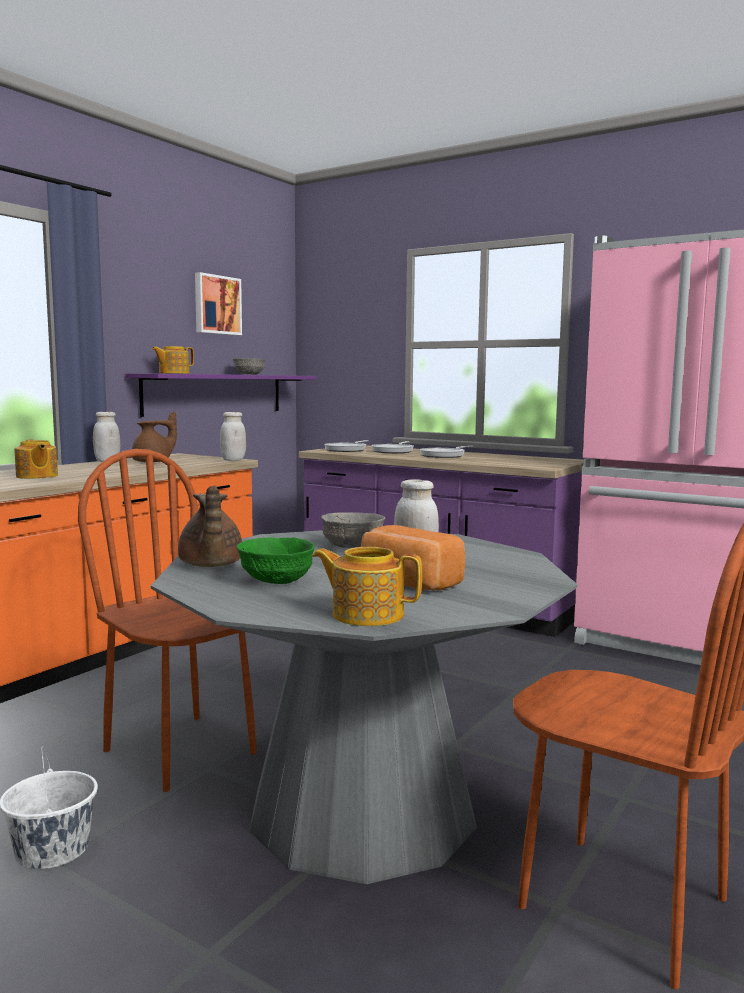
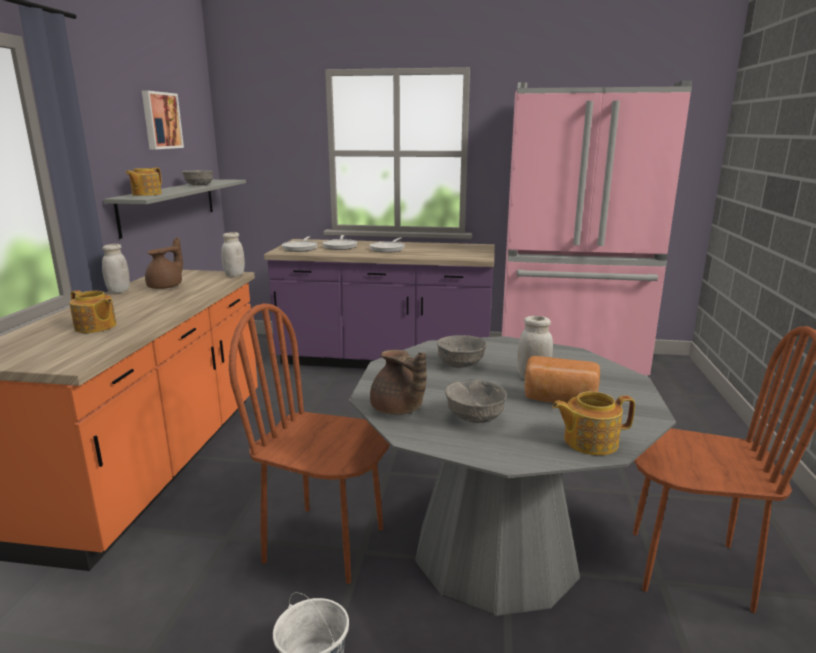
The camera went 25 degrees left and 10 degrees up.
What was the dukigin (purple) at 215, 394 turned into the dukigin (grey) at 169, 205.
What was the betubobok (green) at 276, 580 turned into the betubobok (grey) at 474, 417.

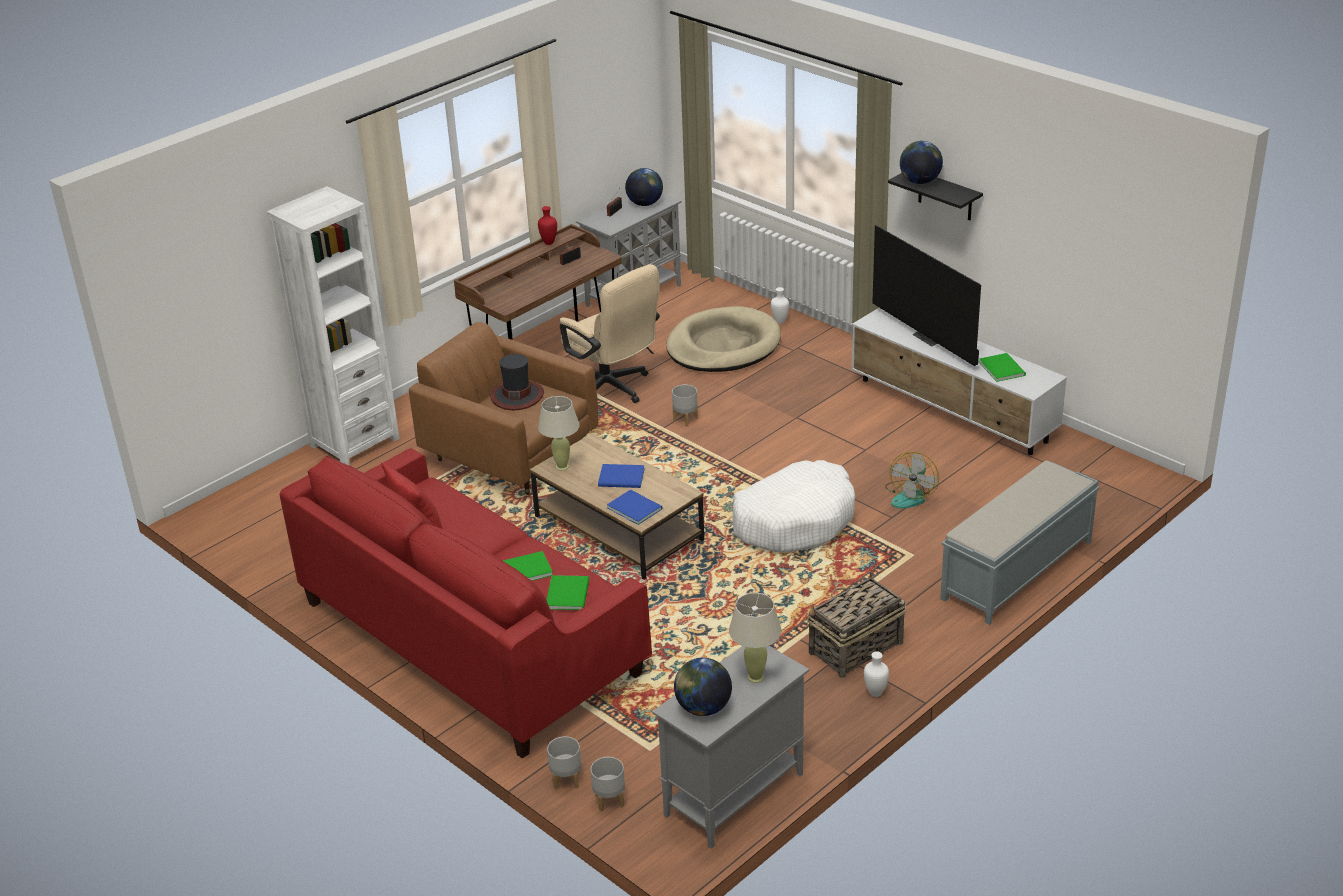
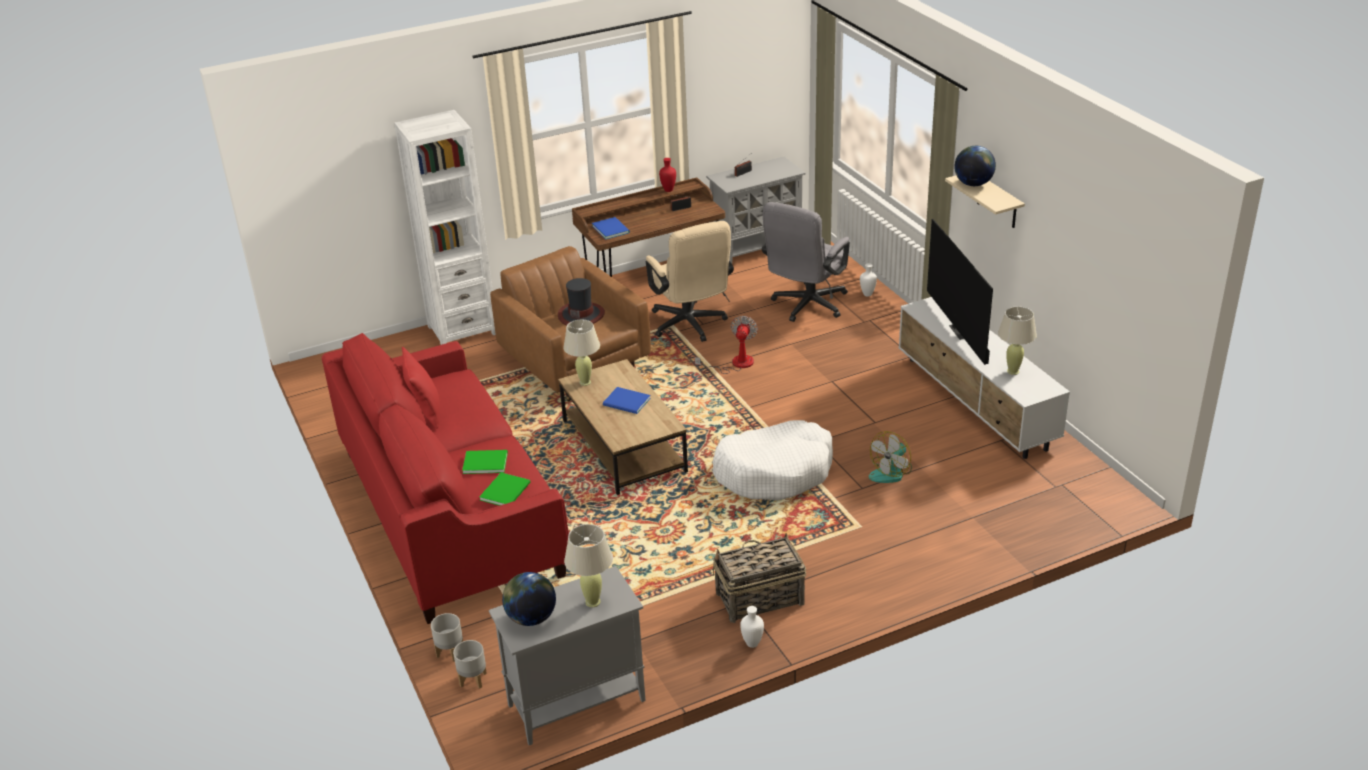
The camera went 20 degrees right and 0 degrees up.
The second view lost the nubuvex at 644, 203.
The second view lost the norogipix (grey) at 1016, 571.
The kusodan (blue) ended up elsewhere, having gone from 634, 507 to 611, 228.
Where the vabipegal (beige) stood at 723, 346, the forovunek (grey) came to stand at 806, 306.
Where the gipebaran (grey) stood at 685, 420, the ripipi came to stand at 735, 364.
Where the kusodan (green) stood at 1002, 368, the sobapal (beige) came to stand at 1013, 371.
What was the dukigin (black) at 945, 195 turned into the dukigin (beige) at 997, 201.

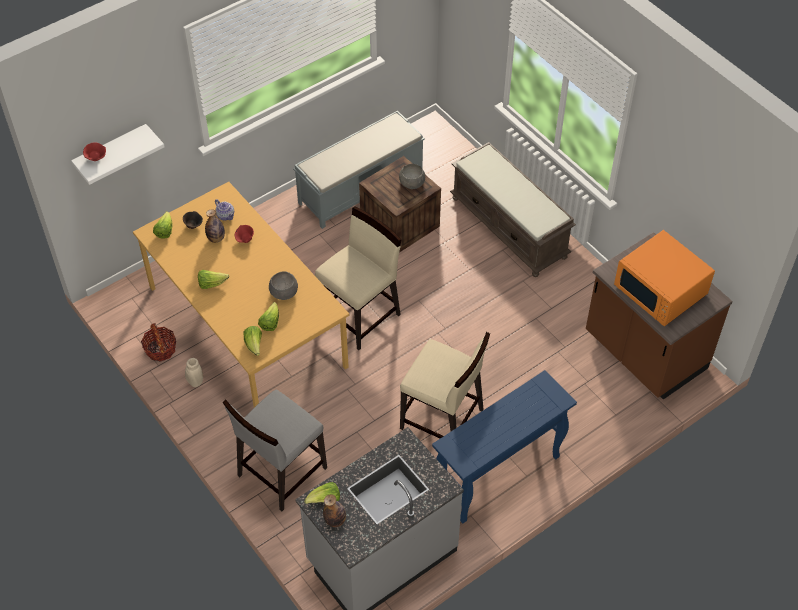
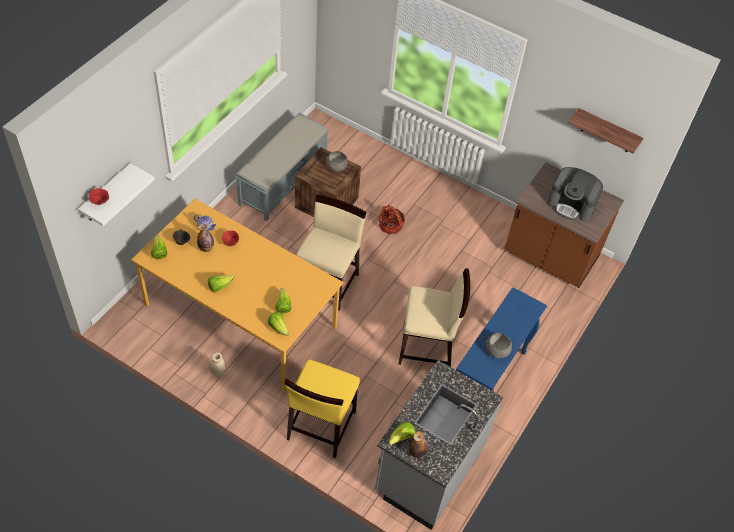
The camera went 25 degrees left and 0 degrees up.
The second view lost the norogipix (brown) at 510, 227.
The second view gained the dukigin at 607, 131.
The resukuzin ended up elsewhere, having gone from 160, 349 to 390, 225.
The betubobok (grey) ended up elsewhere, having gone from 283, 292 to 496, 350.
Where the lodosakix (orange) stood at 661, 291, the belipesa came to stand at 571, 205.
What was the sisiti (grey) at 281, 472 turned into the sisiti (yellow) at 320, 426.

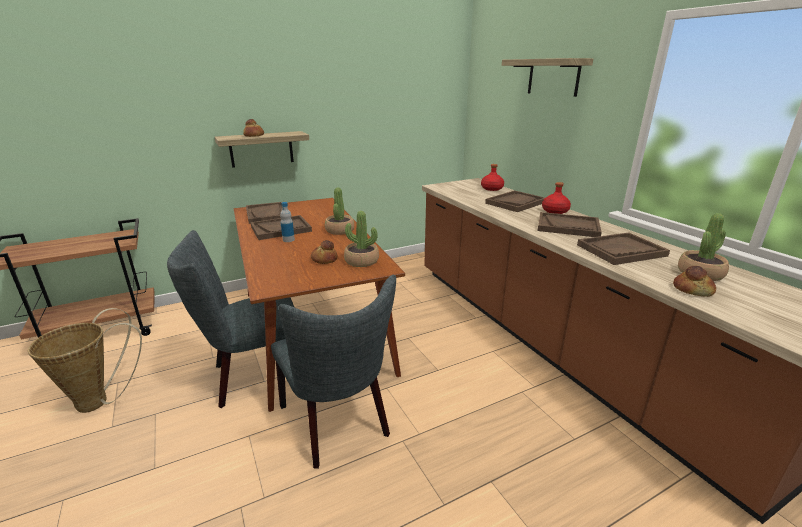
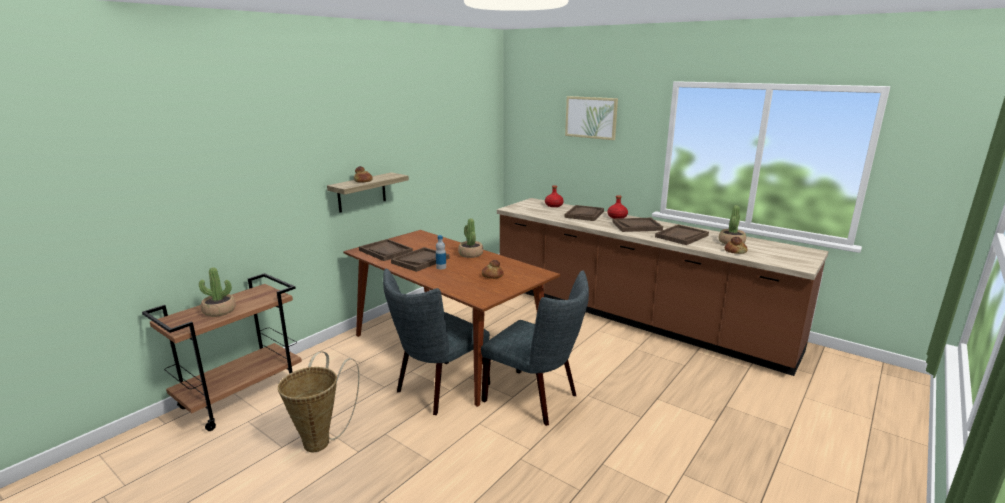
The camera went 25 degrees left and 5 degrees down.
The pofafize ended up elsewhere, having gone from 361, 261 to 219, 311.
Where the dukigin hung at 553, 77, the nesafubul came to hang at 591, 117.

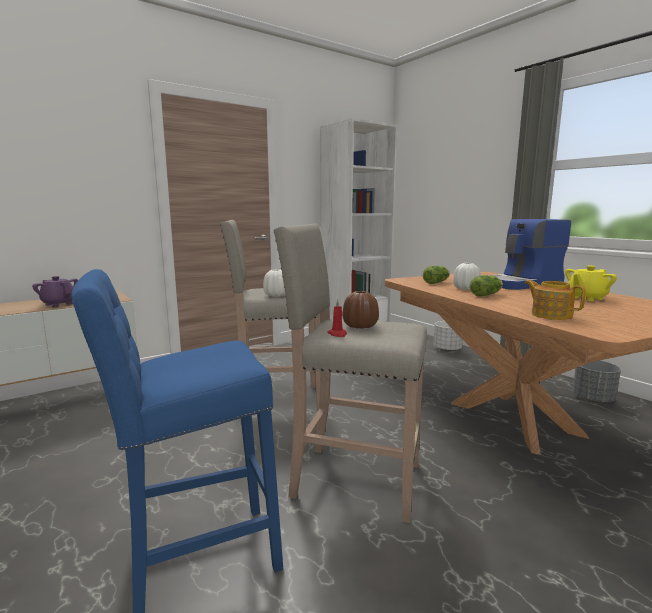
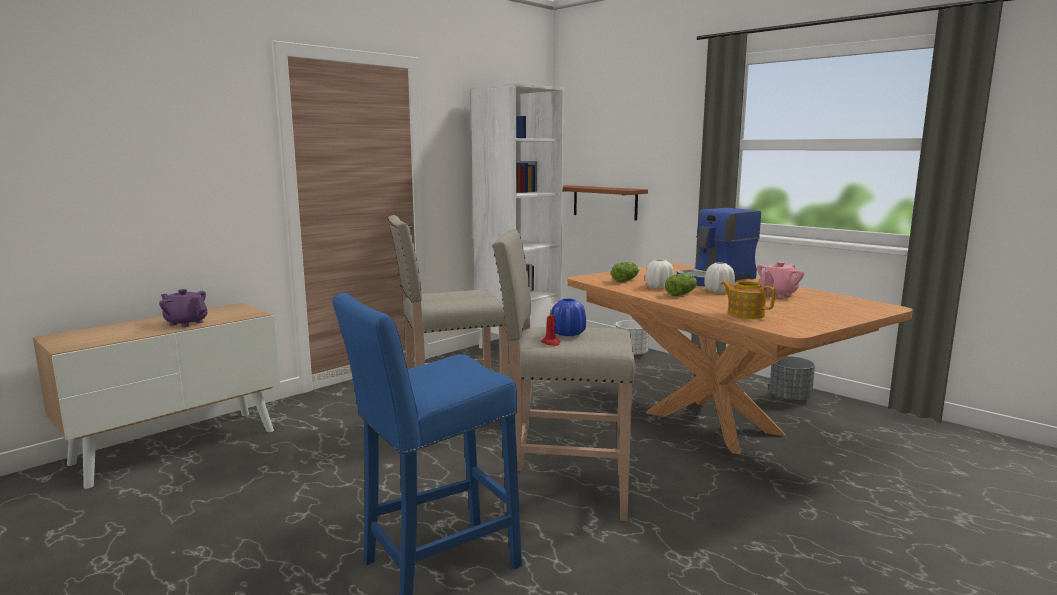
The camera went 10 degrees left and 0 degrees up.
The second view gained the dukigin (brown) at 605, 202.
The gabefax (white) ended up elsewhere, having gone from 276, 295 to 718, 291.
What was the gabefax (brown) at 360, 326 turned into the gabefax (blue) at 568, 333.
What was the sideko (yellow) at 586, 298 turned into the sideko (pink) at 777, 294.

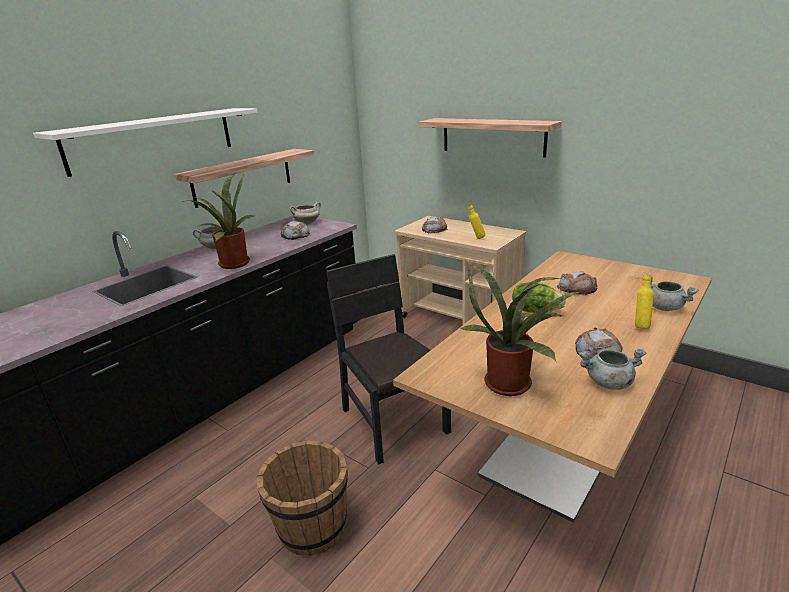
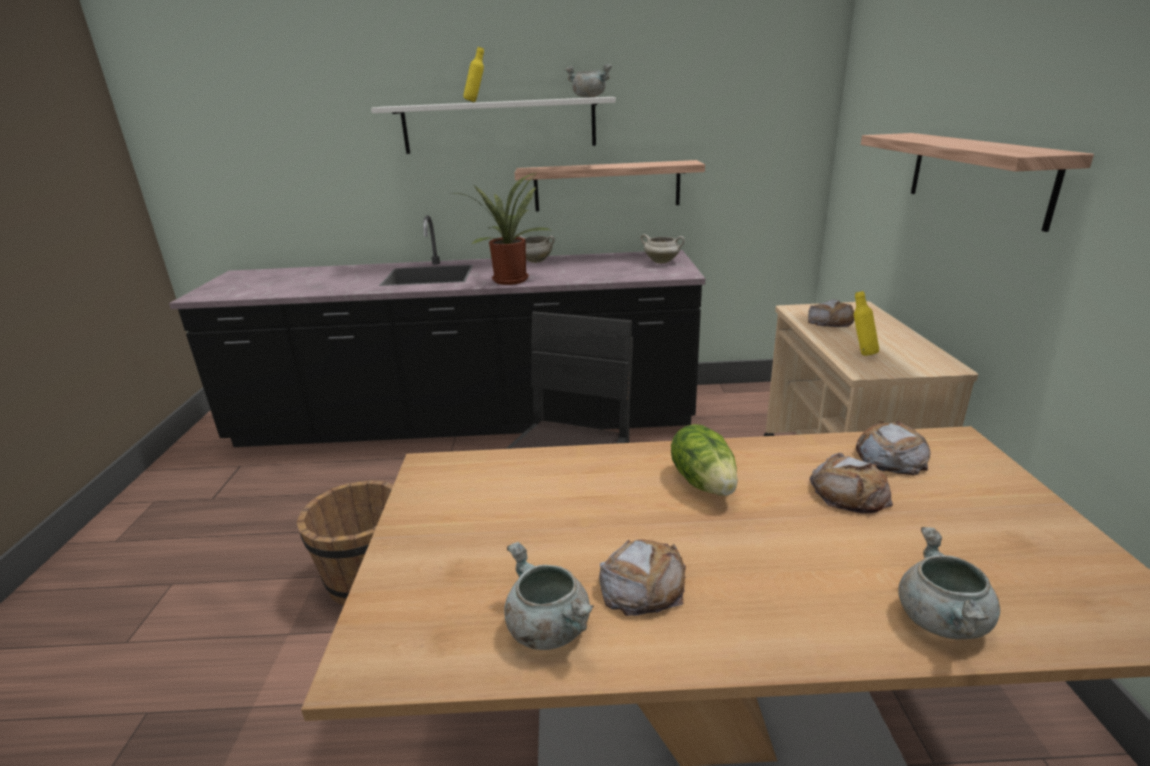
The camera went 50 degrees right and 0 degrees up.
The second view lost the pofafize at 511, 382.
The second view gained the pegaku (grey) at 589, 97.
The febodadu ended up elsewhere, having gone from 295, 235 to 890, 456.
The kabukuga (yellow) ended up elsewhere, having gone from 640, 326 to 476, 102.

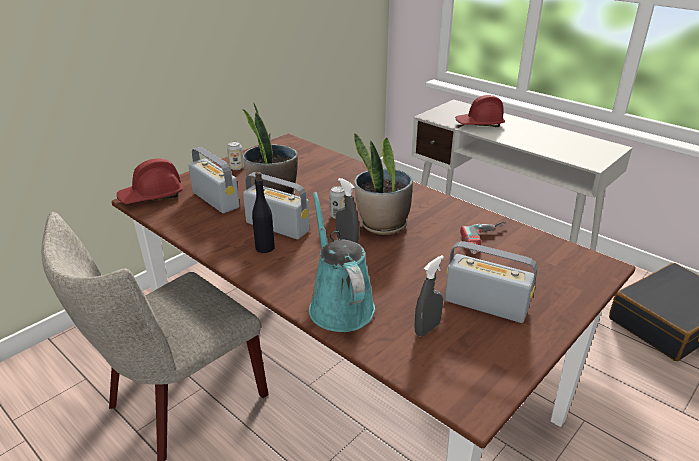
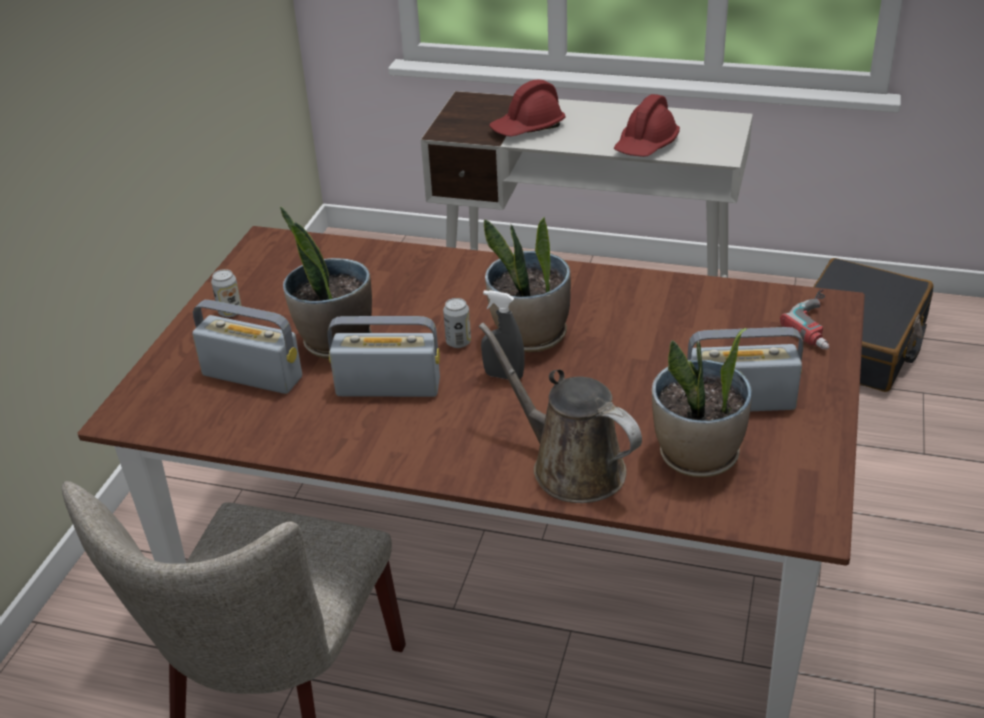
The camera went 25 degrees left and 5 degrees up.
The second view lost the kabukuga (black) at 265, 247.
The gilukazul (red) ended up elsewhere, having gone from 152, 196 to 646, 145.
The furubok ended up elsewhere, having gone from 488, 241 to 822, 325.
Where the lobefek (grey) stood at 427, 329, the pofafize came to stand at 697, 456.
What was the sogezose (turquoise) at 339, 305 turned into the sogezose (brown) at 570, 466.

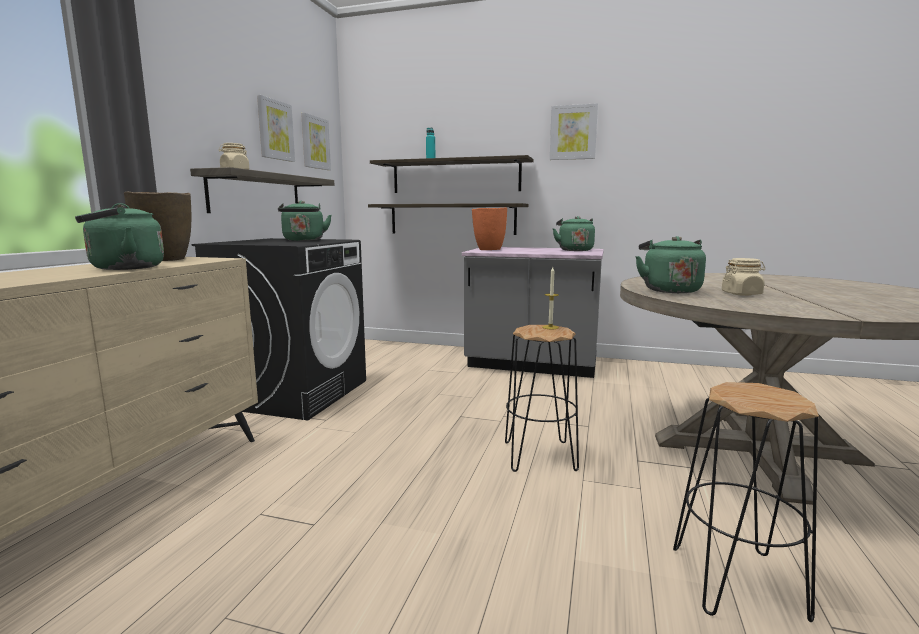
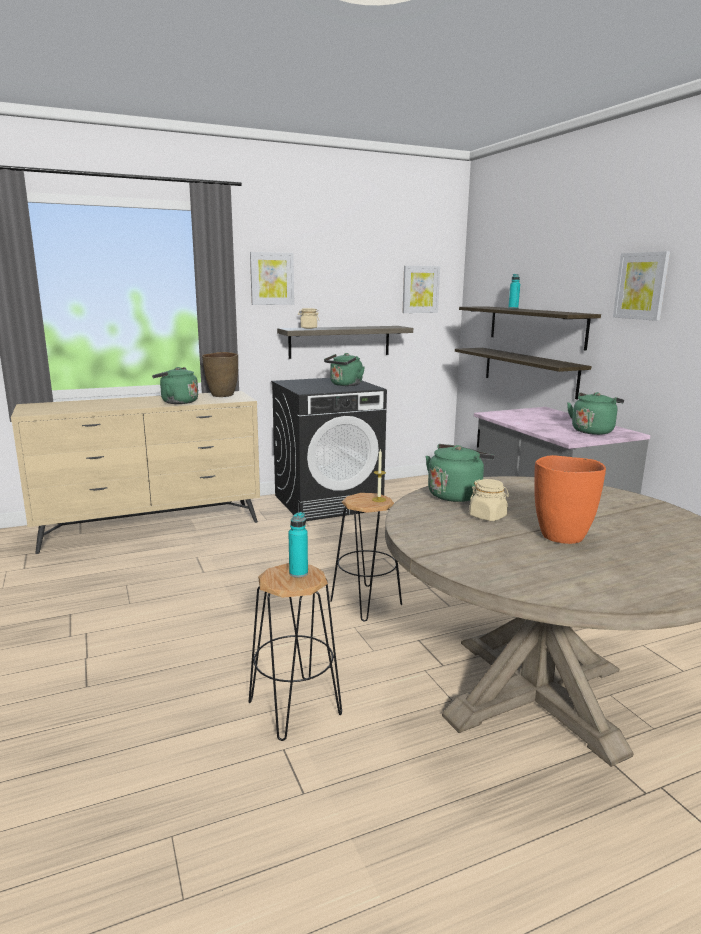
The camera went 50 degrees right and 5 degrees up.
The second view gained the kabukuga (turquoise) at 298, 573.
The nesafubul ended up elsewhere, having gone from 275, 130 to 272, 278.
The gabefax (orange) ended up elsewhere, having gone from 489, 250 to 561, 536.

